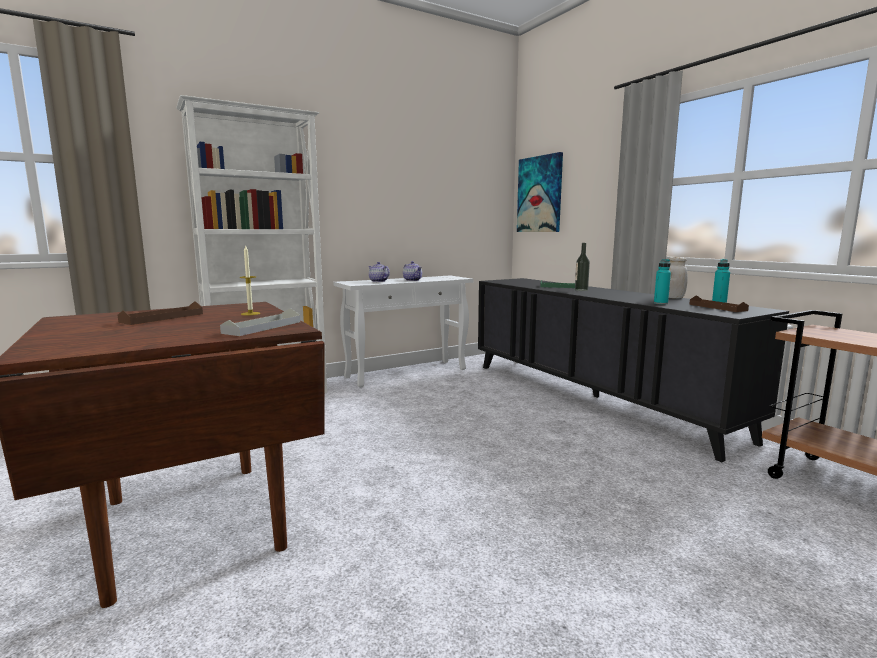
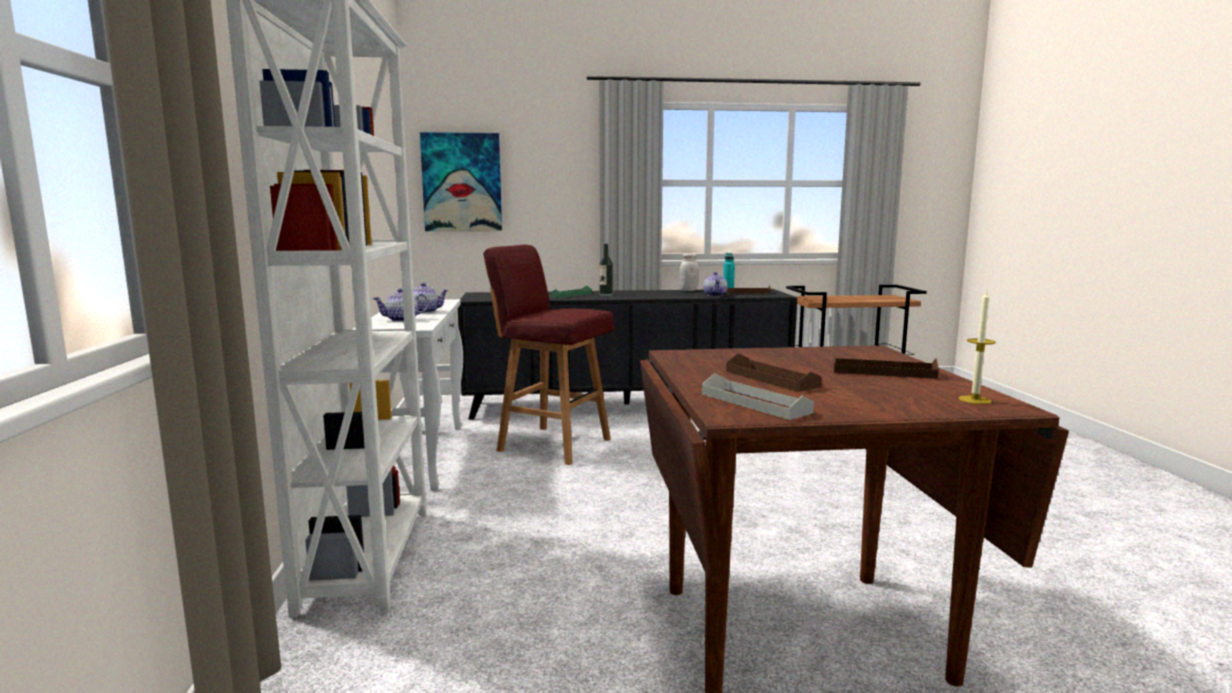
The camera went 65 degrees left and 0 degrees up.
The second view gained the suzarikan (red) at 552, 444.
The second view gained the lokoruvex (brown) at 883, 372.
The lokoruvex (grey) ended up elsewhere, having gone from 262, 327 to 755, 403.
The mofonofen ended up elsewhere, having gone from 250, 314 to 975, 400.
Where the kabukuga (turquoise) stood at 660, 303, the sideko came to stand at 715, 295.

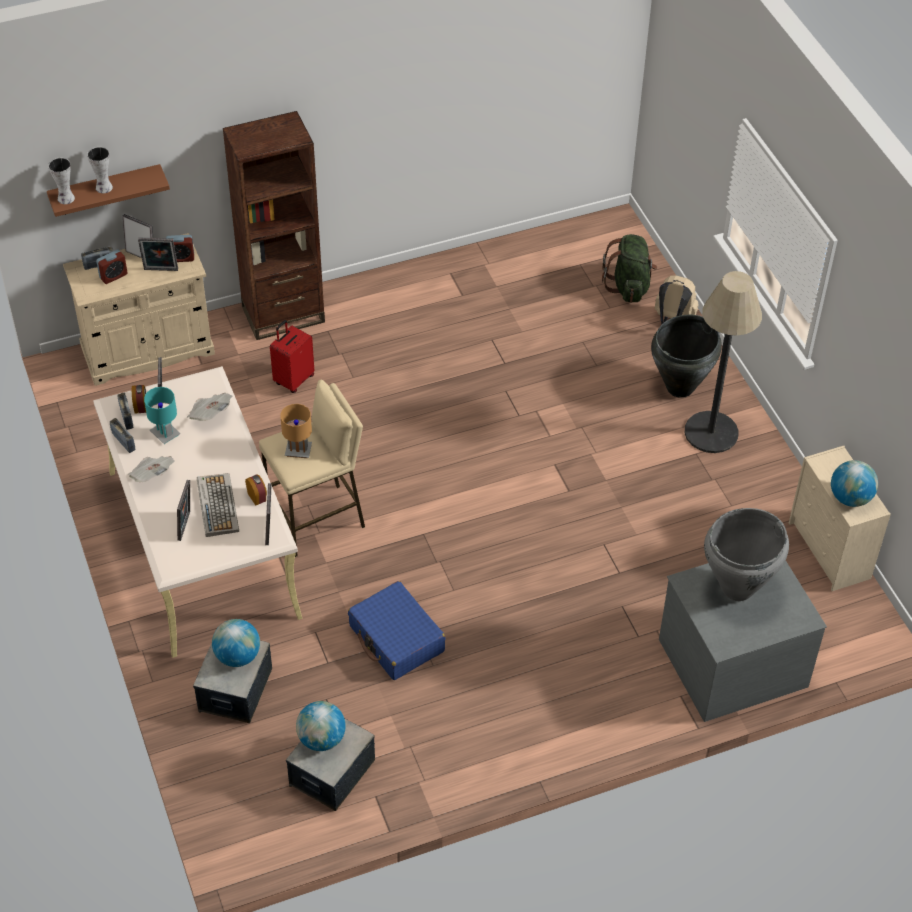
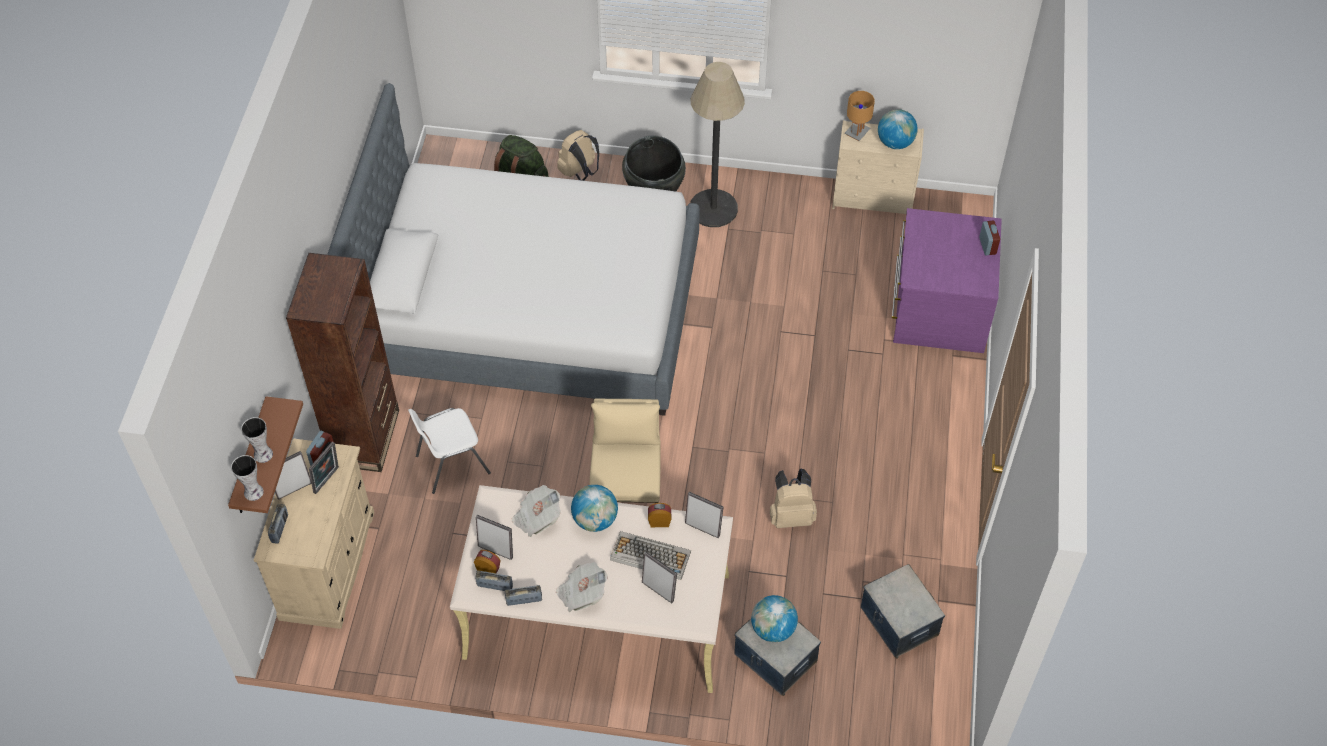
The camera went 60 degrees left and 5 degrees up.
The second view lost the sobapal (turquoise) at 165, 433.
The second view lost the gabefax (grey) at 737, 588.
The second view gained the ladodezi at 531, 309.
The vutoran ended up elsewhere, having gone from 113, 276 to 987, 246.
The sobapal (brown) ended up elsewhere, having gone from 298, 450 to 856, 132.
The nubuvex ended up elsewhere, having gone from 321, 739 to 595, 520.
Where the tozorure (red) stood at 293, 379, the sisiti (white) came to stand at 451, 464.
Where the tozorure (blue) stood at 396, 639, the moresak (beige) came to stand at 791, 515.
What was the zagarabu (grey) at 731, 661 turned into the zagarabu (purple) at 938, 308.

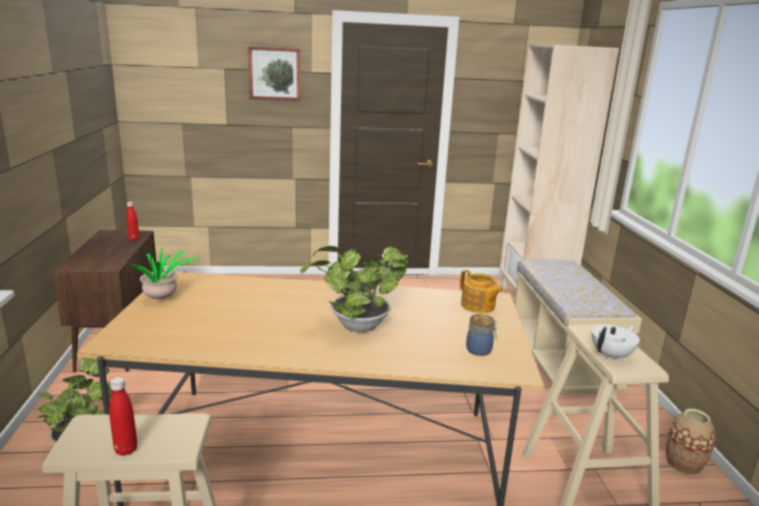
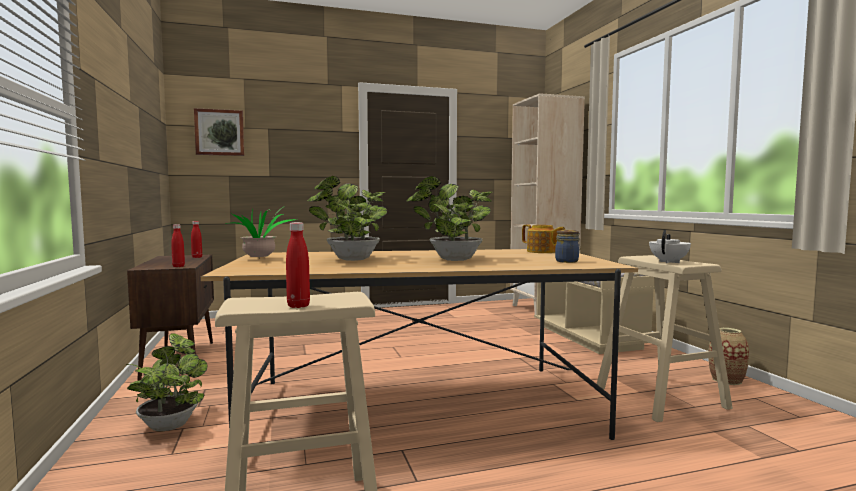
The camera went 10 degrees left and 15 degrees down.
The second view gained the kabukuga (red) at 178, 266.
The second view gained the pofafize at 350, 259.
The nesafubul ended up elsewhere, having gone from 275, 73 to 219, 132.

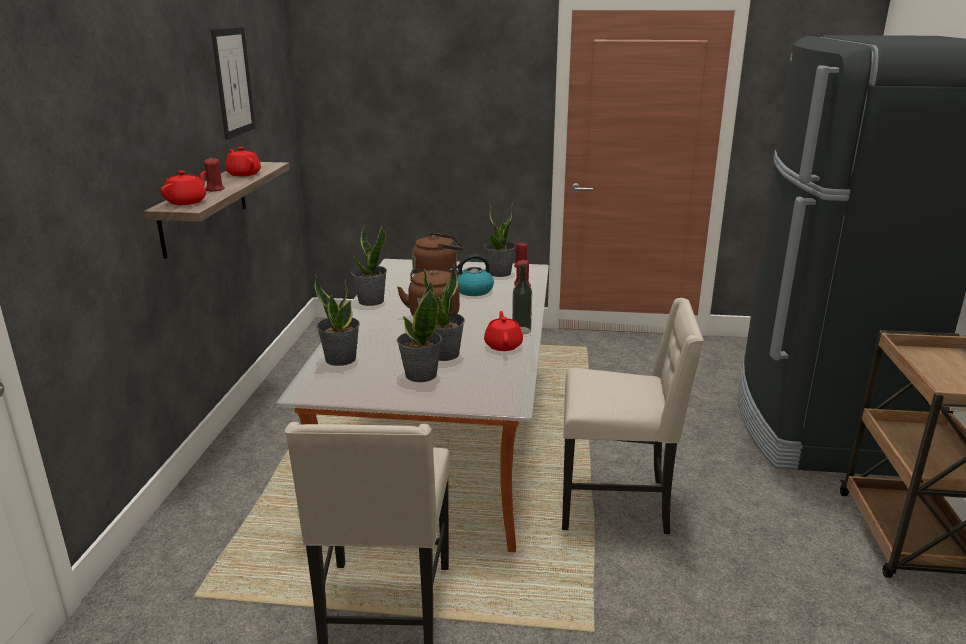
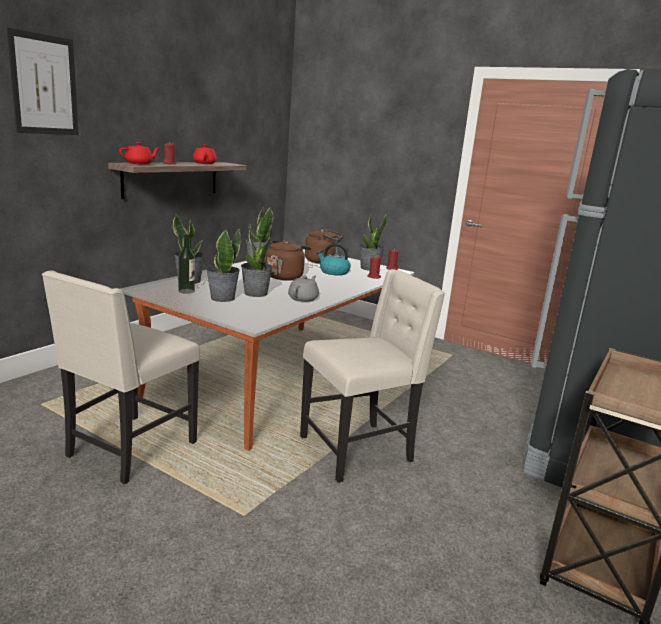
The camera went 25 degrees right and 5 degrees down.
The nesafubul ended up elsewhere, having gone from 233, 82 to 44, 85.
The kabukuga ended up elsewhere, having gone from 521, 330 to 186, 291.
What was the sideko (red) at 503, 345 turned into the sideko (grey) at 303, 299.
The sisiti (beige) at 616, 503 ended up facing another way, 60 degrees counterclockwise from before.

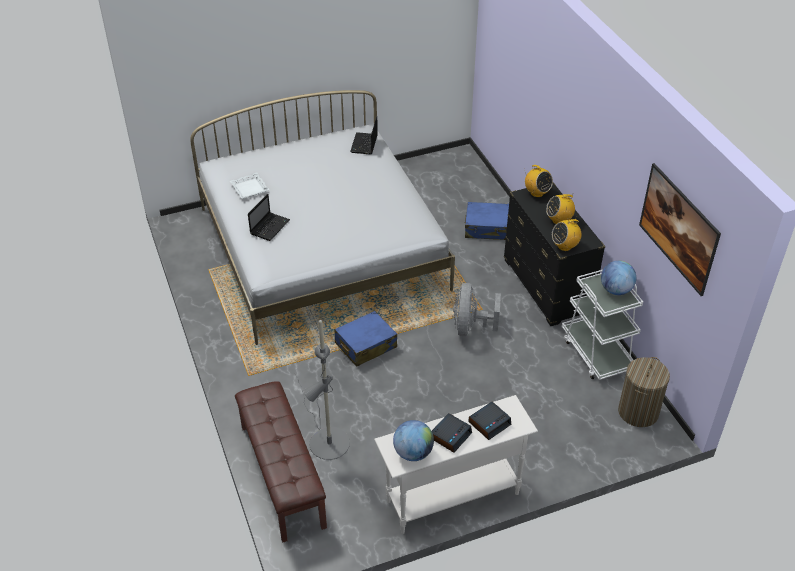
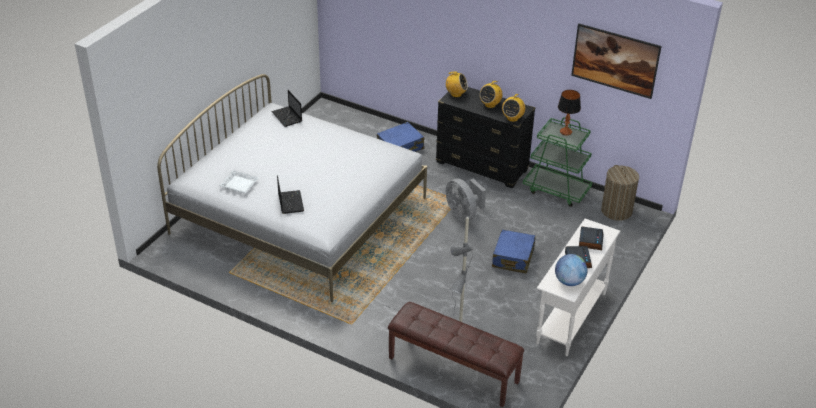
The camera went 40 degrees left and 5 degrees down.
The tozorure (blue) ended up elsewhere, having gone from 365, 345 to 513, 258.
Where the nubuvex stood at 616, 290, the sobapal came to stand at 565, 132.
What was the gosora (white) at 597, 353 turned into the gosora (green) at 556, 190.

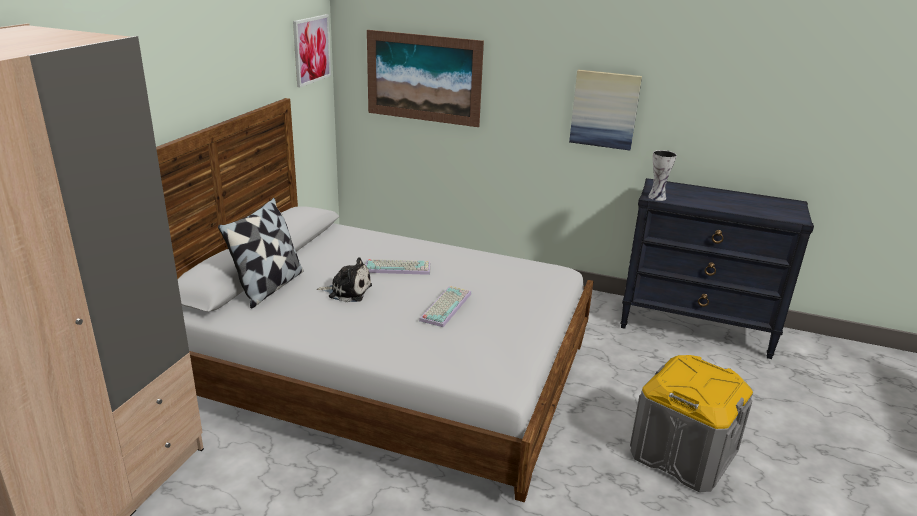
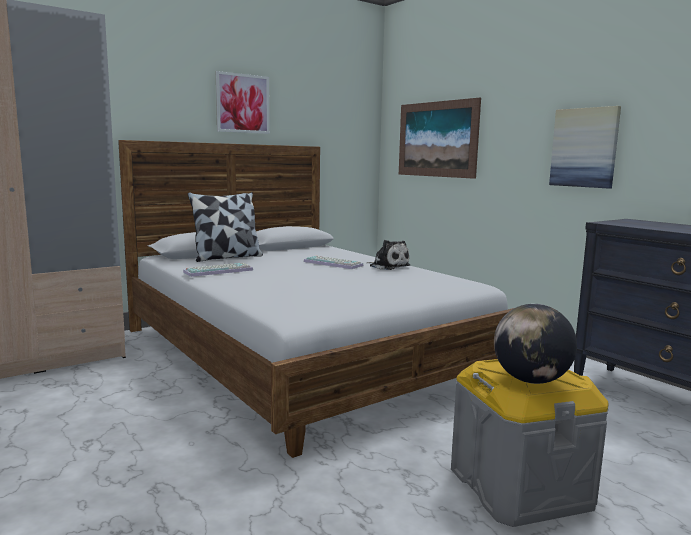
The camera went 35 degrees right and 15 degrees down.
The second view lost the gabefax at 658, 197.
The second view gained the nubuvex at 531, 380.
The nesafubul ended up elsewhere, having gone from 311, 50 to 242, 103.
The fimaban ended up elsewhere, having gone from 347, 291 to 388, 266.
The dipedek ended up elsewhere, having gone from 445, 306 to 219, 271.

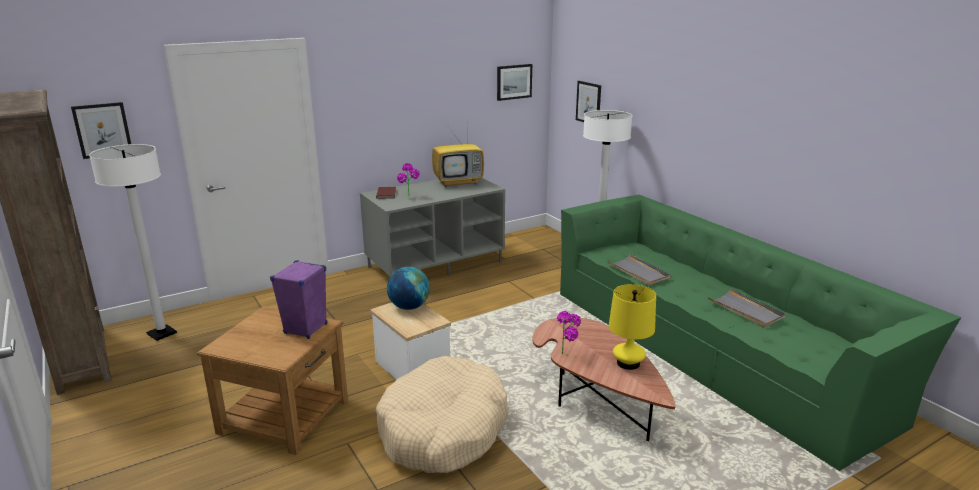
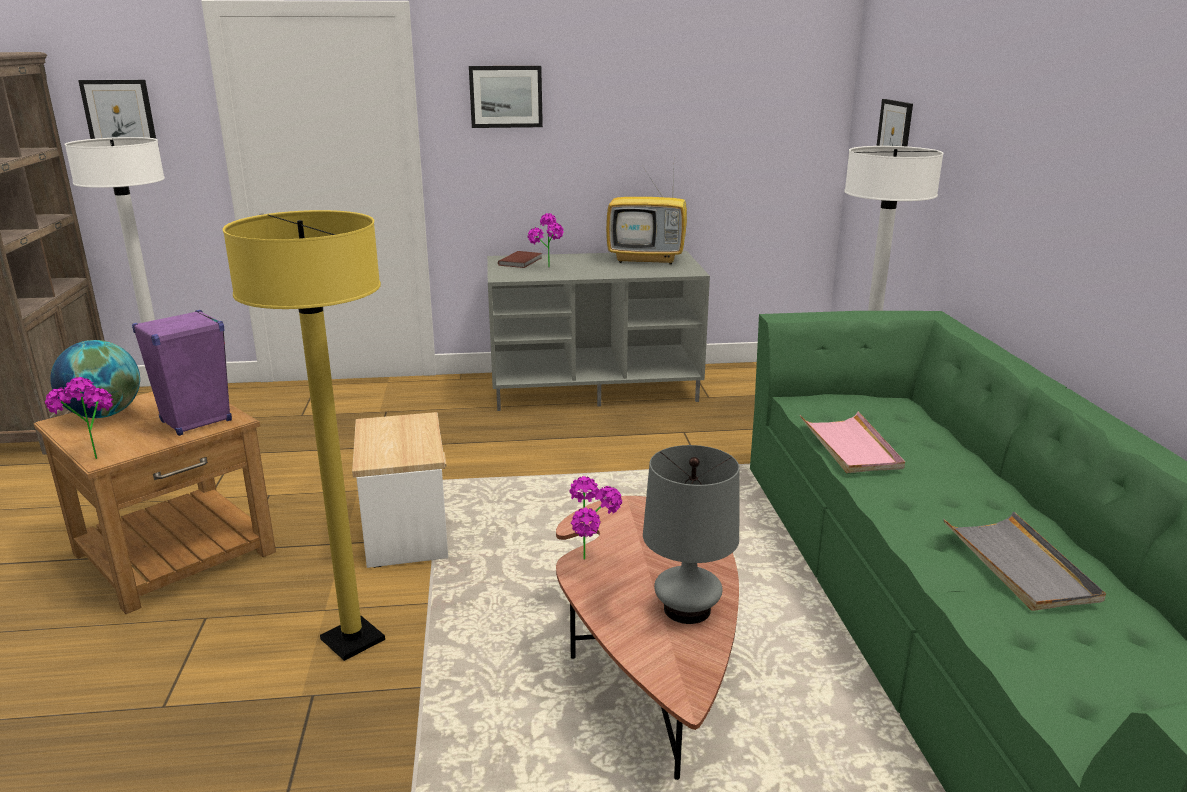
The camera went 25 degrees right and 0 degrees up.
The second view gained the pofafize at 92, 455.
The nubuvex ended up elsewhere, having gone from 409, 307 to 104, 414.
The nesafubul ended up elsewhere, having gone from 514, 82 to 506, 96.
Where the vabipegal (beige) stood at 443, 430, the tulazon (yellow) came to stand at 353, 640.
What was the lokoruvex (grey) at 638, 272 turned into the lokoruvex (pink) at 850, 446.
What was the sobapal (yellow) at 628, 363 turned into the sobapal (grey) at 687, 609.

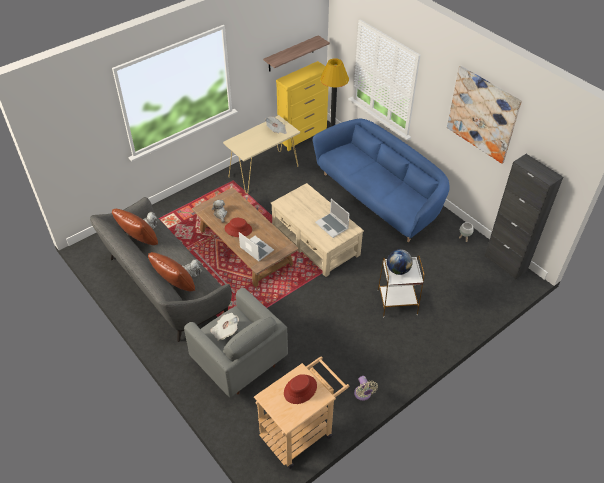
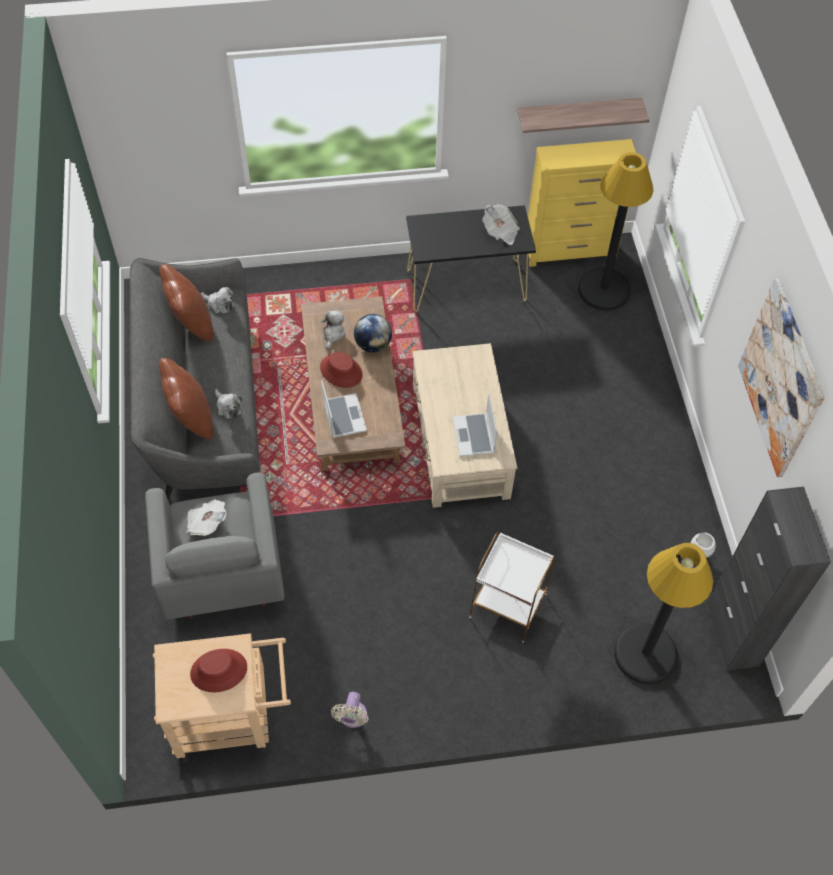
The camera went 30 degrees right and 10 degrees up.
The second view lost the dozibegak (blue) at 379, 198.
The second view gained the tulazon (black) at 645, 654.
The nubuvex ended up elsewhere, having gone from 398, 270 to 373, 344.
What was the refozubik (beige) at 264, 171 turned into the refozubik (black) at 466, 285.

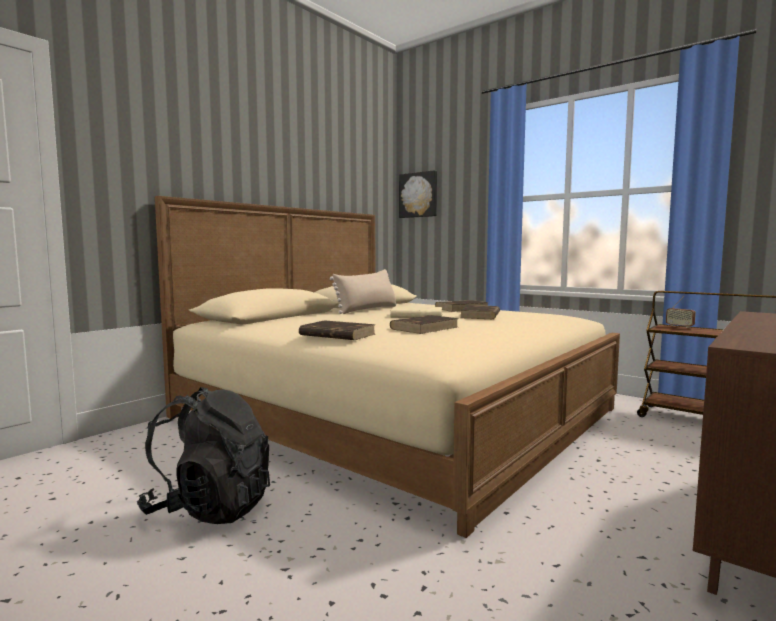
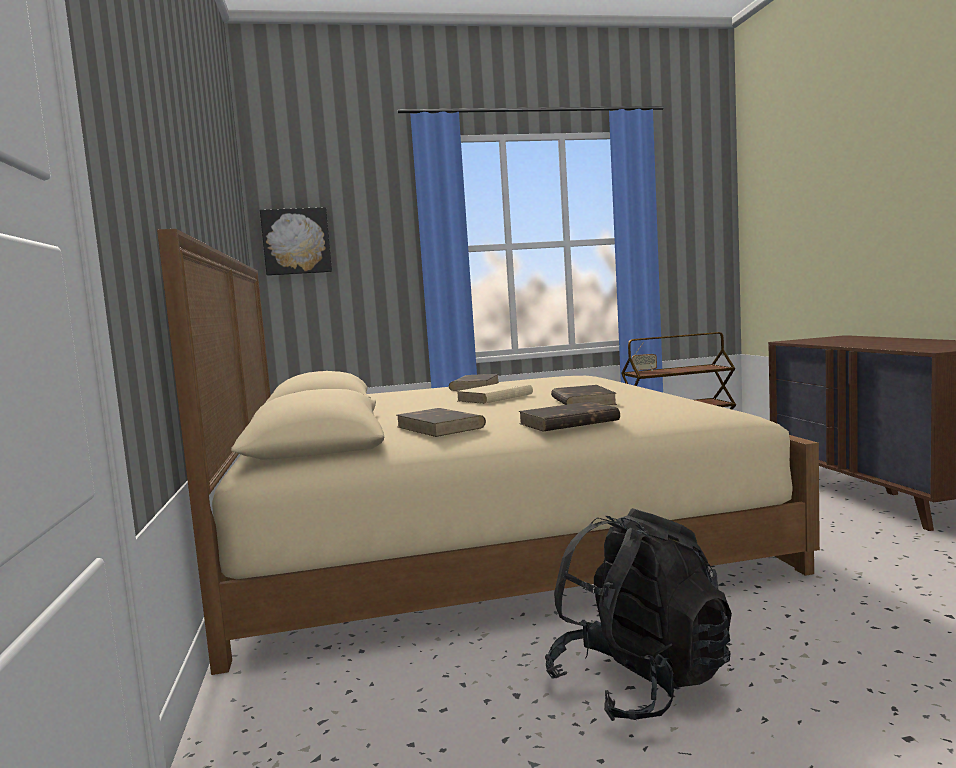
The camera went 50 degrees left and 0 degrees up.
The second view lost the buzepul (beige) at 367, 309.
The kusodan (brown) ended up elsewhere, having gone from 480, 315 to 440, 427.

